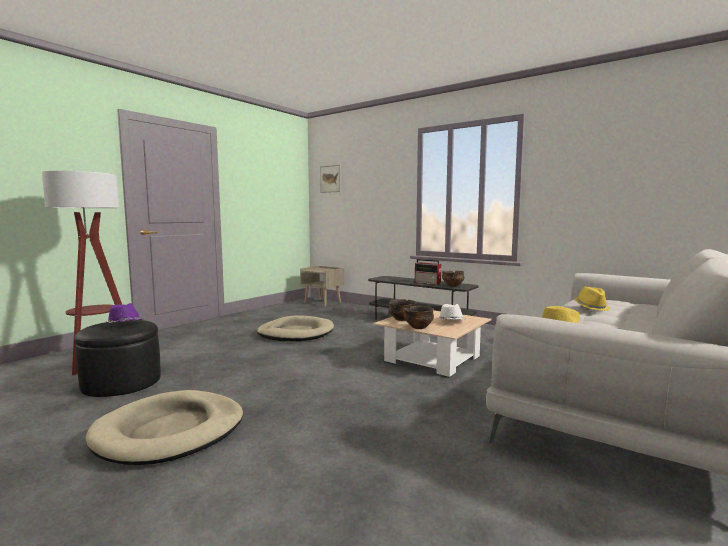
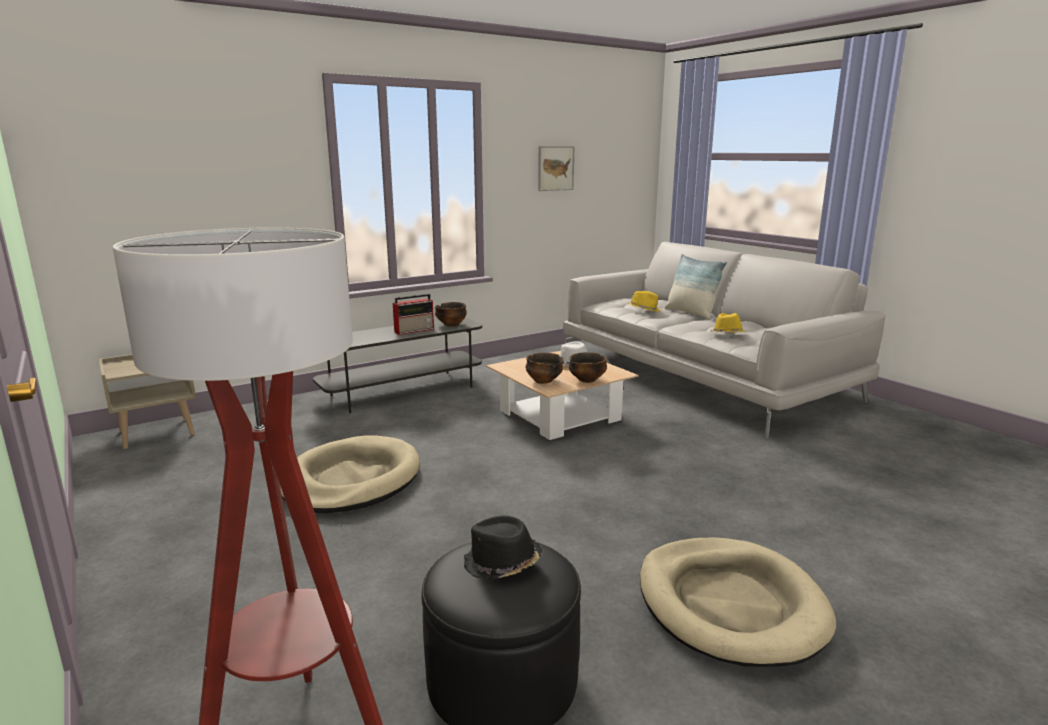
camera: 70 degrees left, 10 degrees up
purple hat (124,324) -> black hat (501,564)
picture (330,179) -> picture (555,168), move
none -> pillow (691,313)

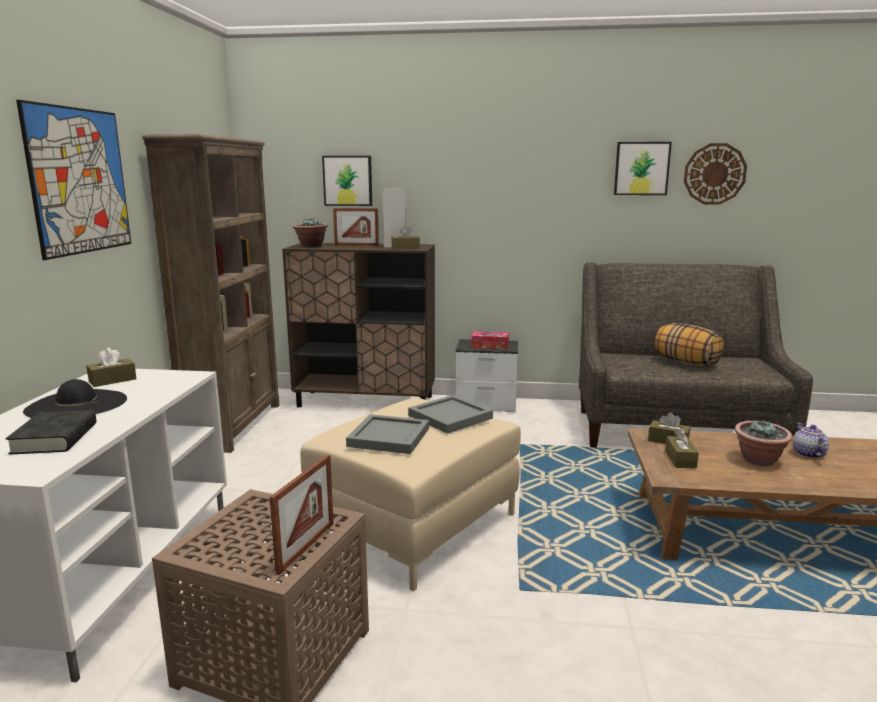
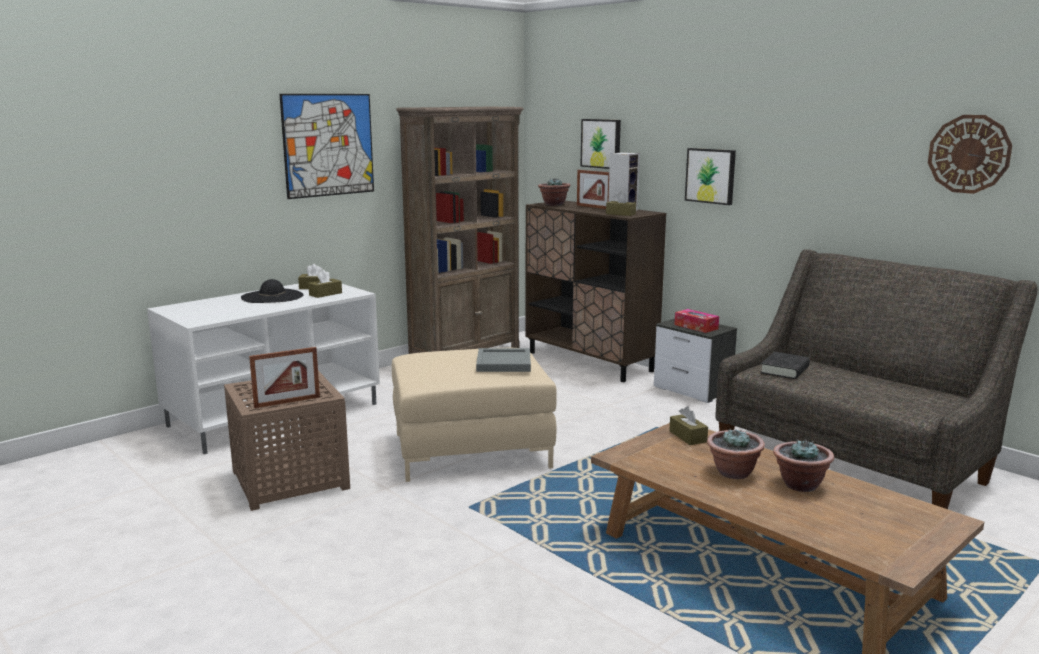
camera: 40 degrees right, 0 degrees up
black book (55,438) -> black book (785,370), move
grey tray (388,436) -> none
picture (641,168) -> picture (711,176), move
pillow (685,363) -> none
brown tissue box (680,459) -> brown tissue box (325,294), move
teapot (807,454) -> potted plant (800,485)

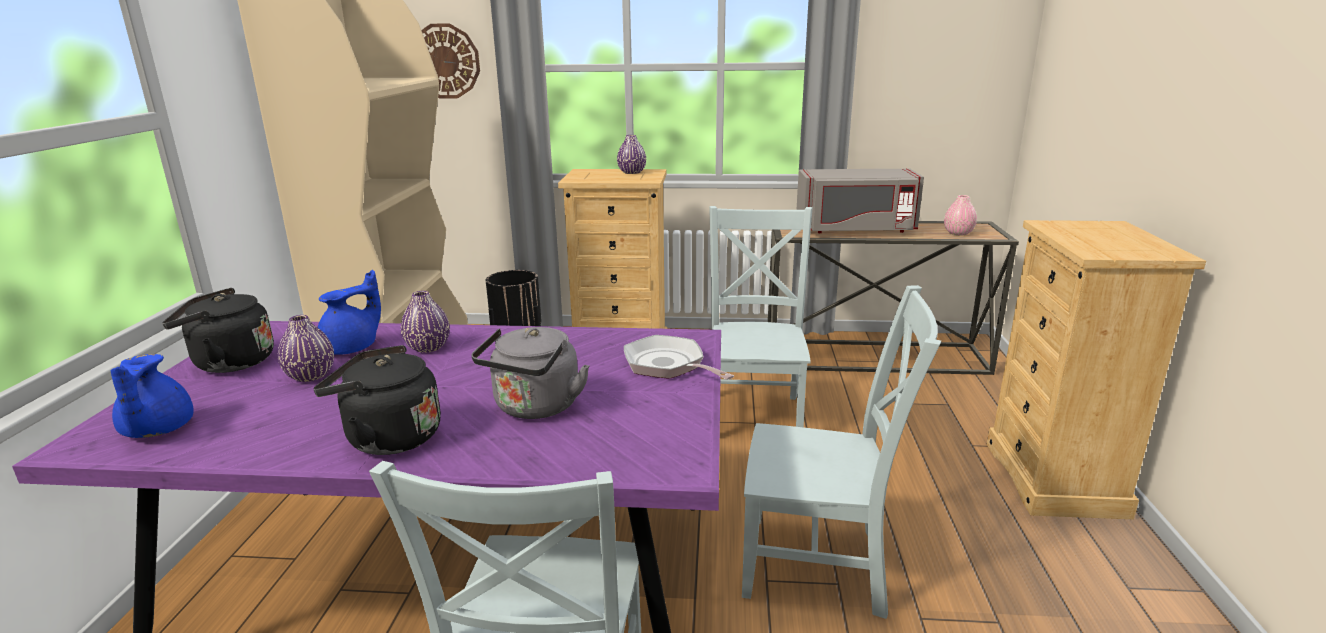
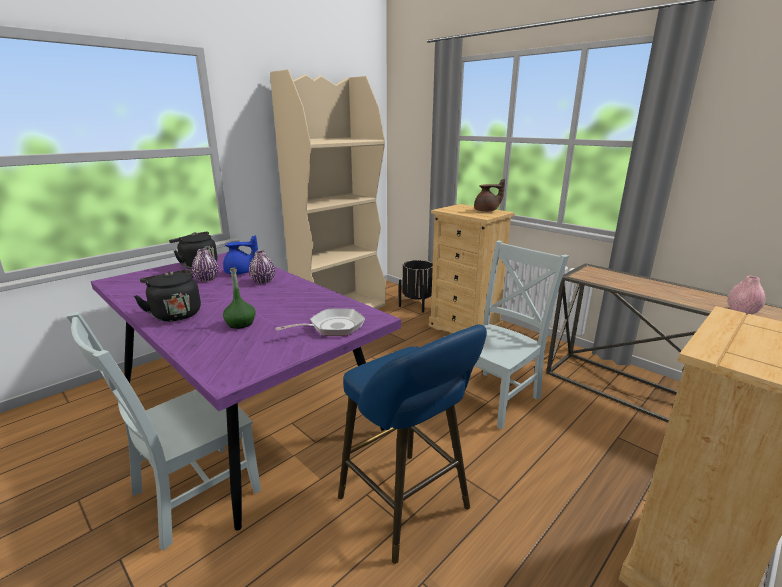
camera: 40 degrees right, 0 degrees up
blue teapot (156,430) -> none
wall clock (445,61) -> none
grey kettle (535,408) -> green bottle (240,323)
purple vase (632,172) -> brown teapot (487,211)
frying pan (668,365) -> frying pan (332,327), 60 degrees clockwise
grey chair (822,565) -> blue stool (408,507)
grey microwave (855,229) -> none

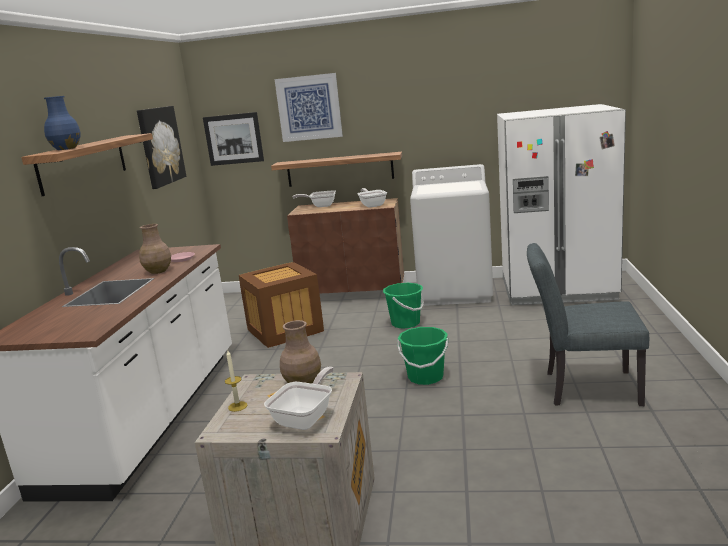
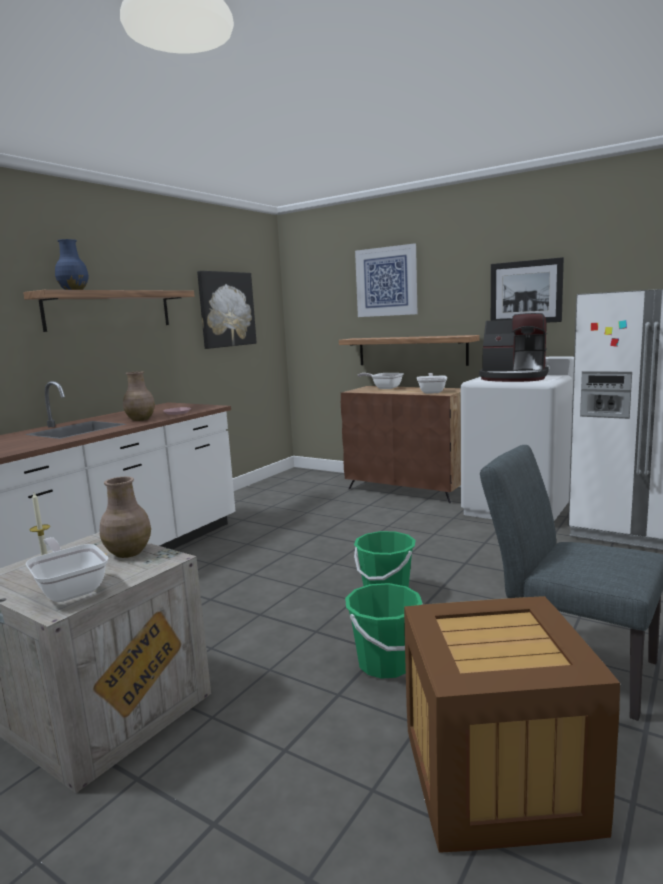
camera: 25 degrees right, 5 degrees down
picture (233,139) -> picture (525,292), move
crate (285,330) -> crate (496,779), move
frying pan (306,418) -> frying pan (70,589), 90 degrees counterclockwise
green bucket (405,323) -> green bucket (385,664), move
none -> coffee machine (514,378)

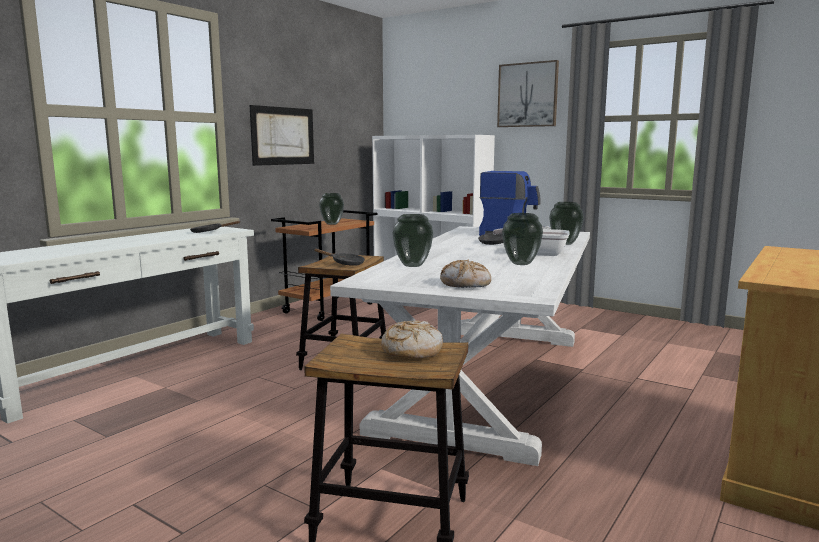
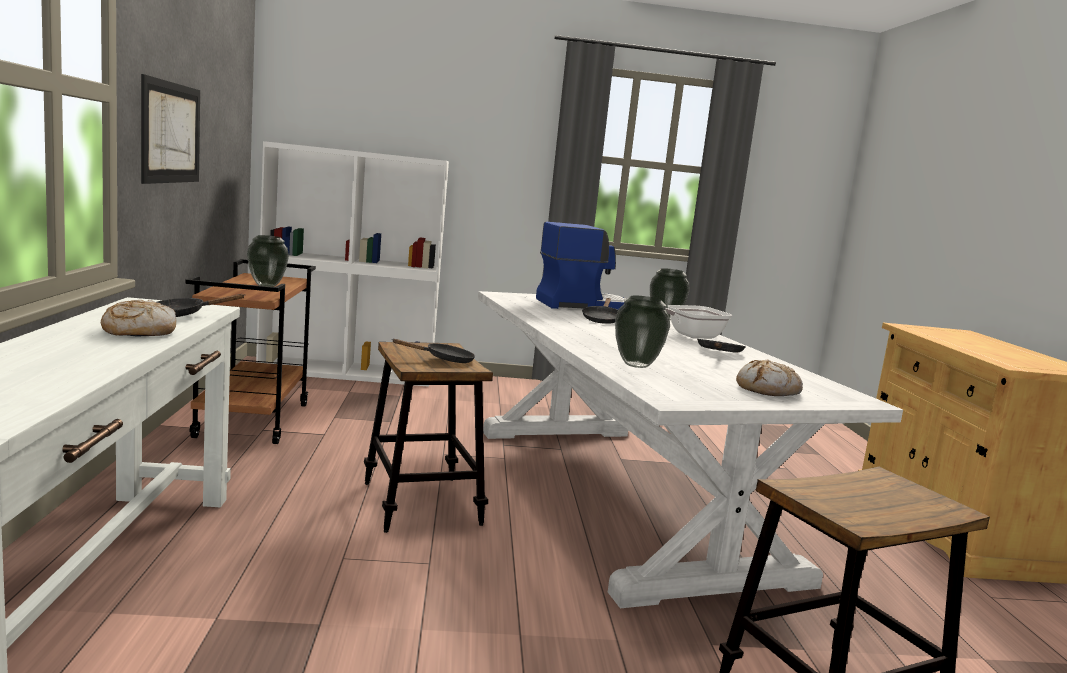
camera: 40 degrees left, 0 degrees up
bread (411,350) -> bread (138,331), move
picture (527,95) -> none
vase (521,263) -> black frying pan (719,353)

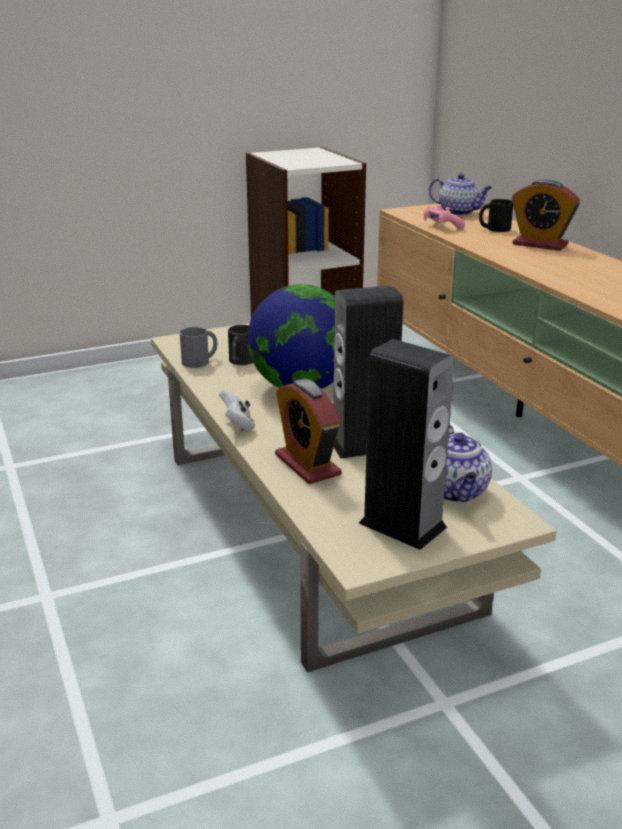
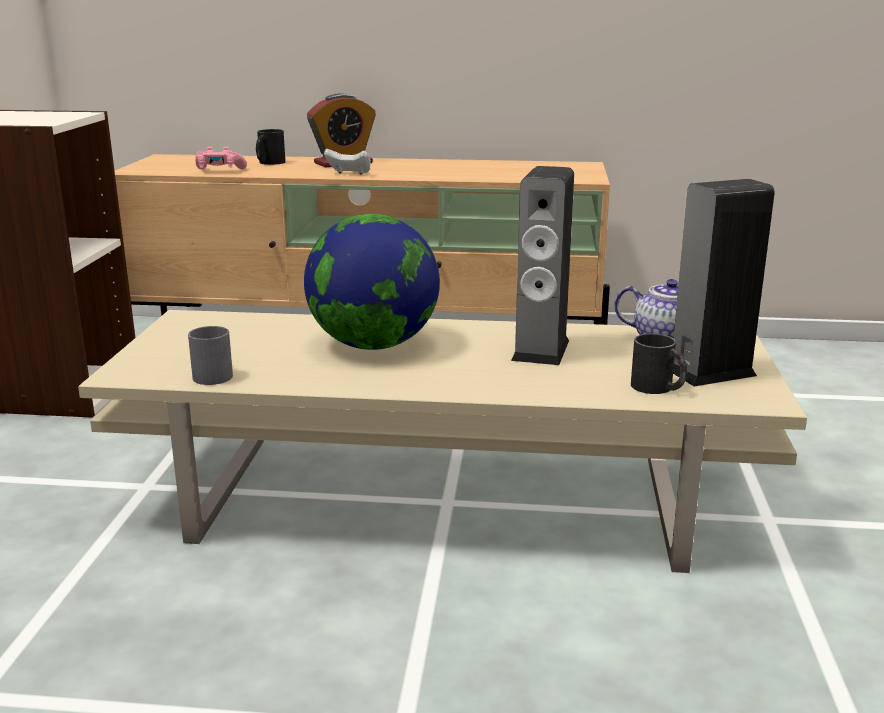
camera: 60 degrees left, 5 degrees down
white game controller (238,425) -> white game controller (349,174), move
black mug (240,362) -> black mug (658,388), move
alarm clock (307,465) -> none
teapot (459,212) -> none

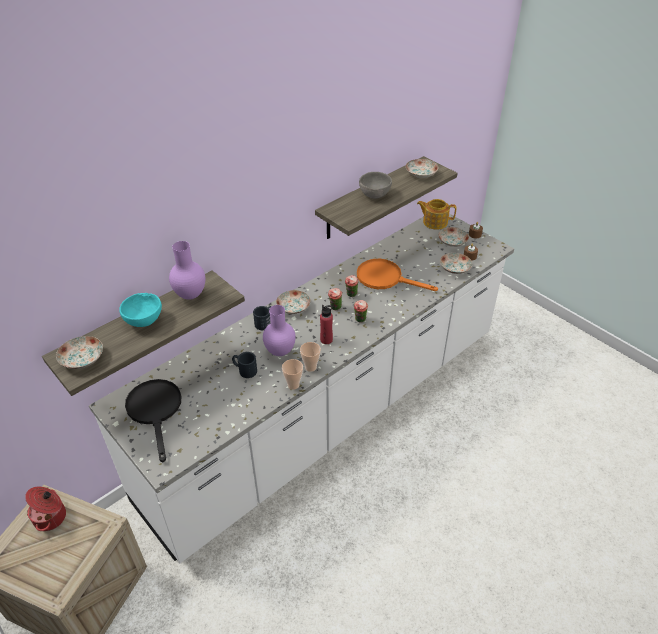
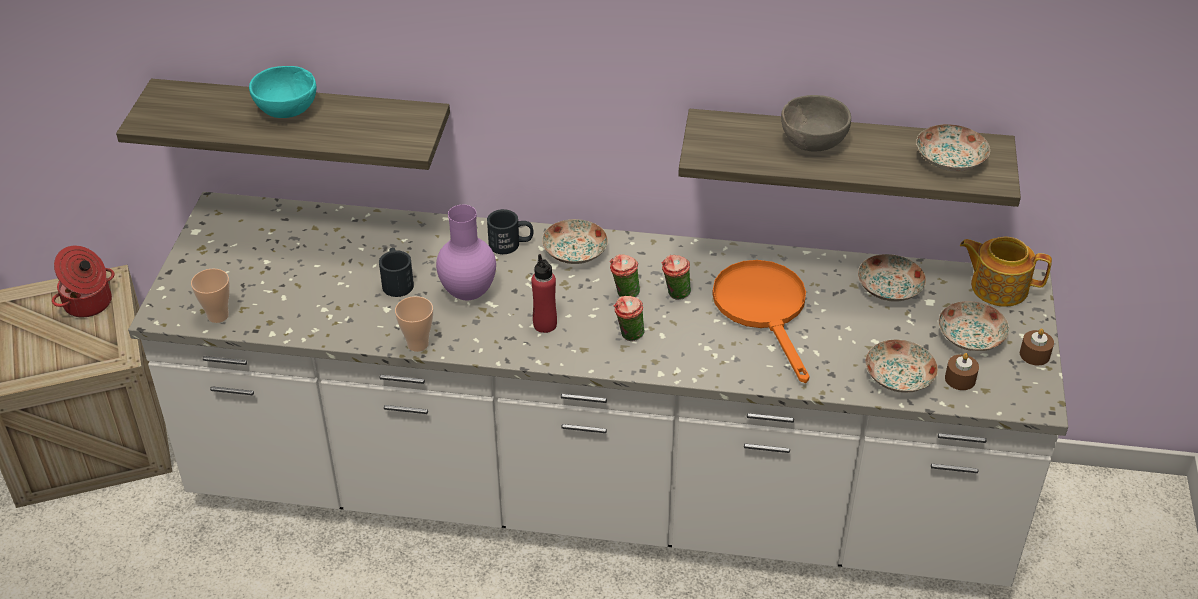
camera: 50 degrees right, 0 degrees up
plate (82,359) -> plate (888,289), move
black frying pan (156,411) -> none
purple vase (191,295) -> none
cup (310,367) -> cup (218,315), move
teapot (434,222) -> teapot (998,286), 45 degrees counterclockwise

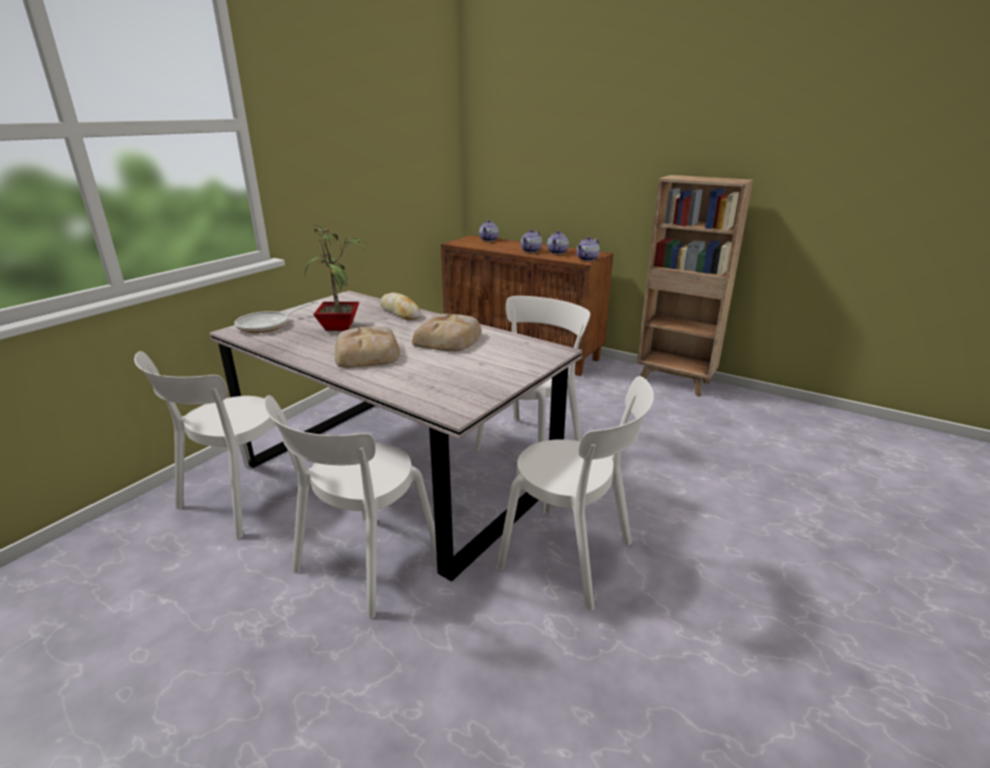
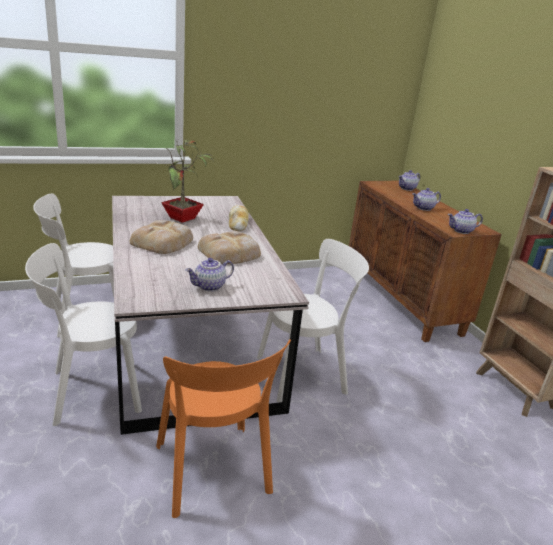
camera: 35 degrees right, 0 degrees up
frying pan (268,325) -> none
white chair (572,557) -> orange chair (213,473)
teapot (557,252) -> teapot (209,287), move

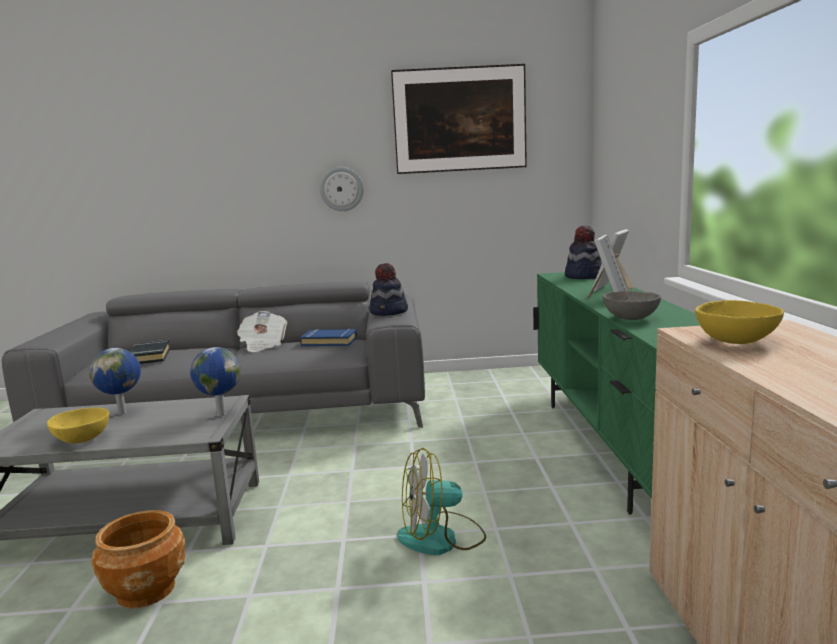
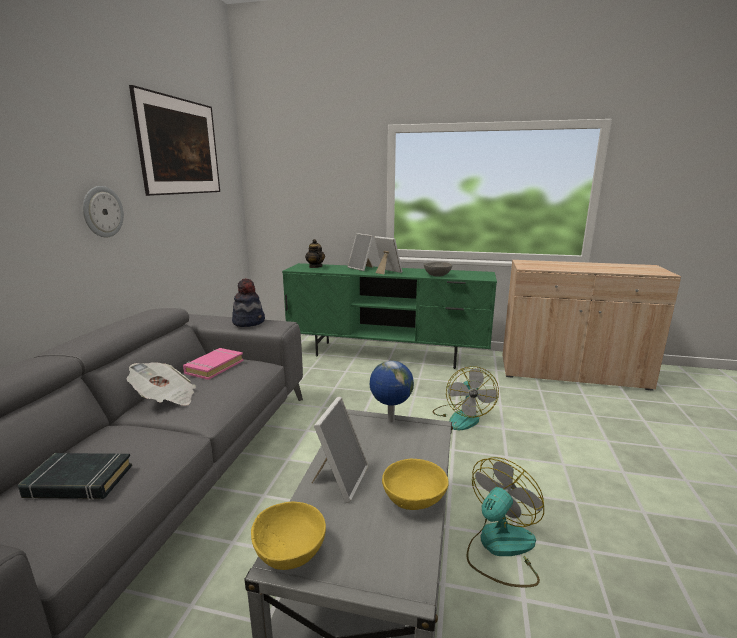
camera: 75 degrees left, 5 degrees up
globe (123,413) -> picture frame (340,480)
brown planter (146,590) -> fan (500,548)
blue book (329,342) -> pink book (214,367)
hat (583,276) -> teapot (315,267)
yellow bowl (735,342) -> yellow bowl (290,554), move

